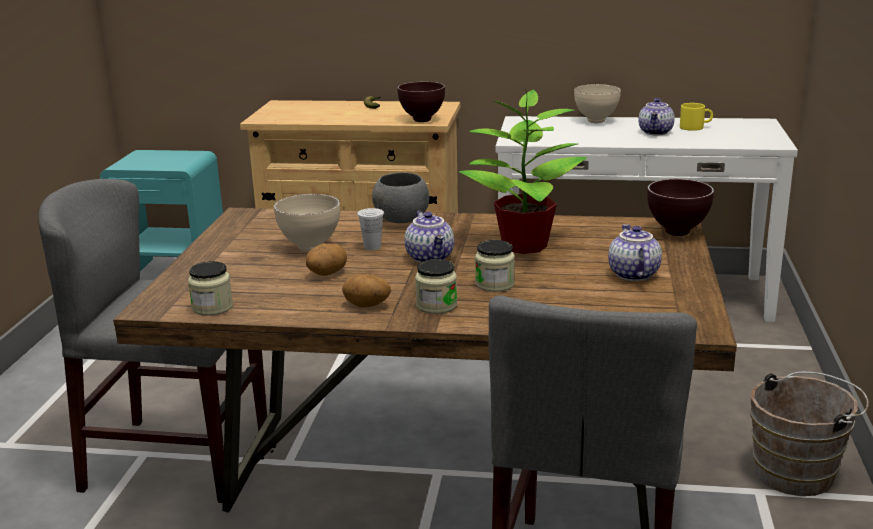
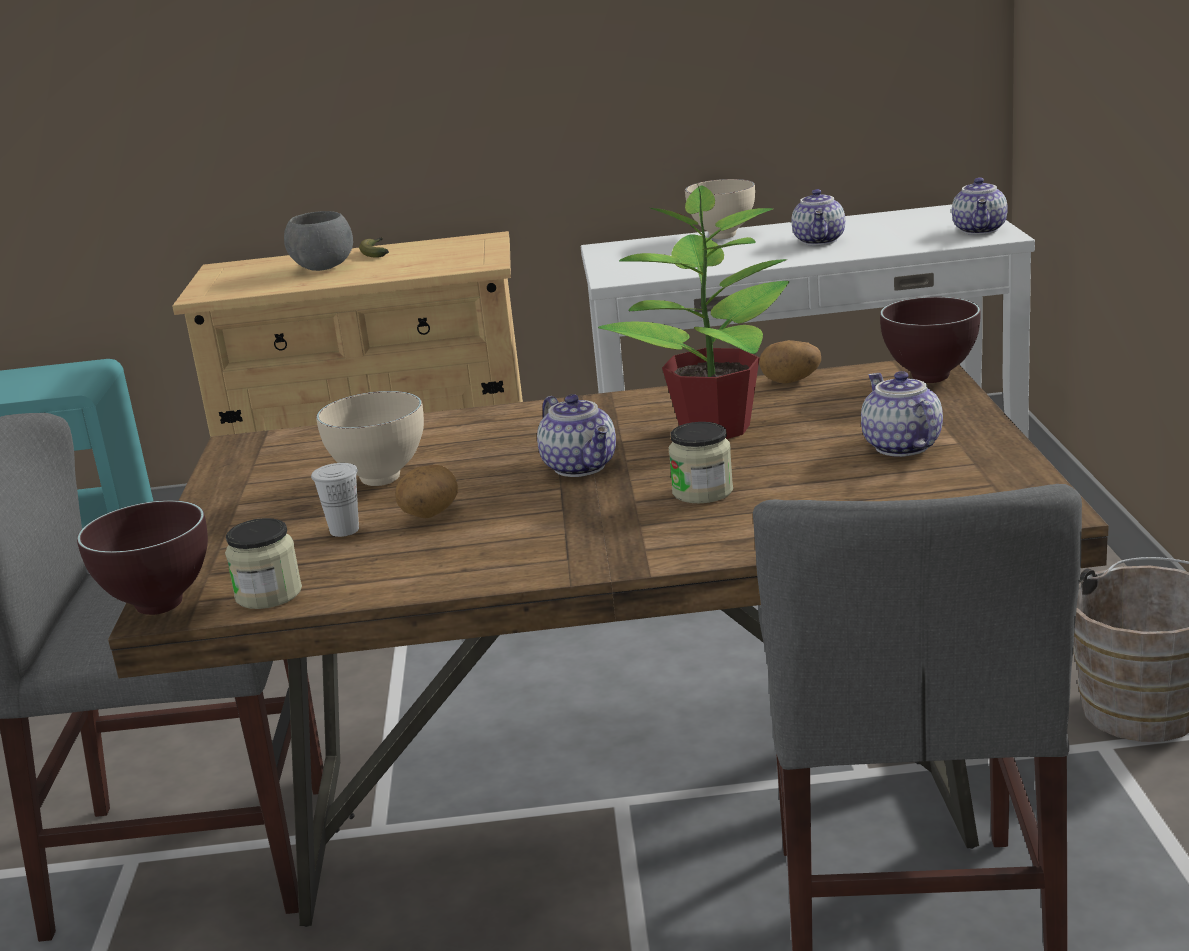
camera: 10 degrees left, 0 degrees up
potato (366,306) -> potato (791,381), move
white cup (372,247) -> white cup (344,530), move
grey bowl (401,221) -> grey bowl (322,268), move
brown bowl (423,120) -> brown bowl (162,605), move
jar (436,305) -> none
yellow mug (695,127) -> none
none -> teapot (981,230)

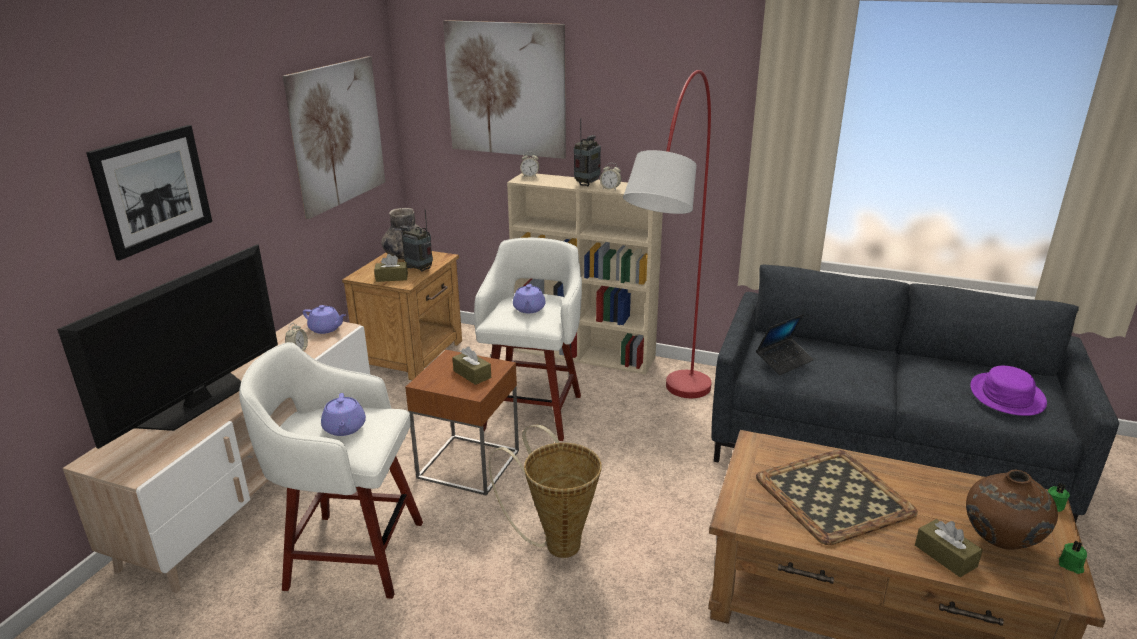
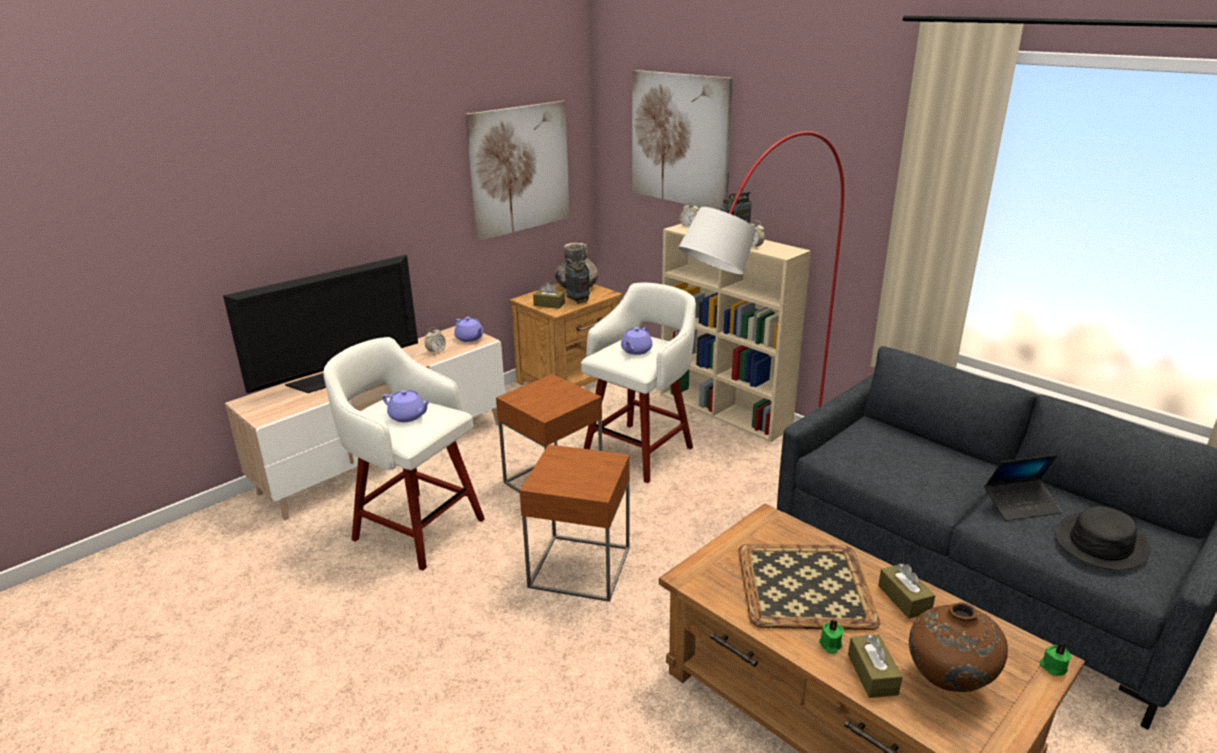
camera: 25 degrees right, 0 degrees up
picture (153,190) -> none
purple teapot (344,428) -> purple teapot (408,416), 75 degrees counterclockwise
brown tissue box (472,374) -> brown tissue box (904,599), move
basket (556,542) -> brown side table (580,567)
laptop (784,361) -> laptop (1021,505), move
purple hat (1006,395) -> black hat (1100,542)
green candle (1071,565) -> green candle (830,645), move

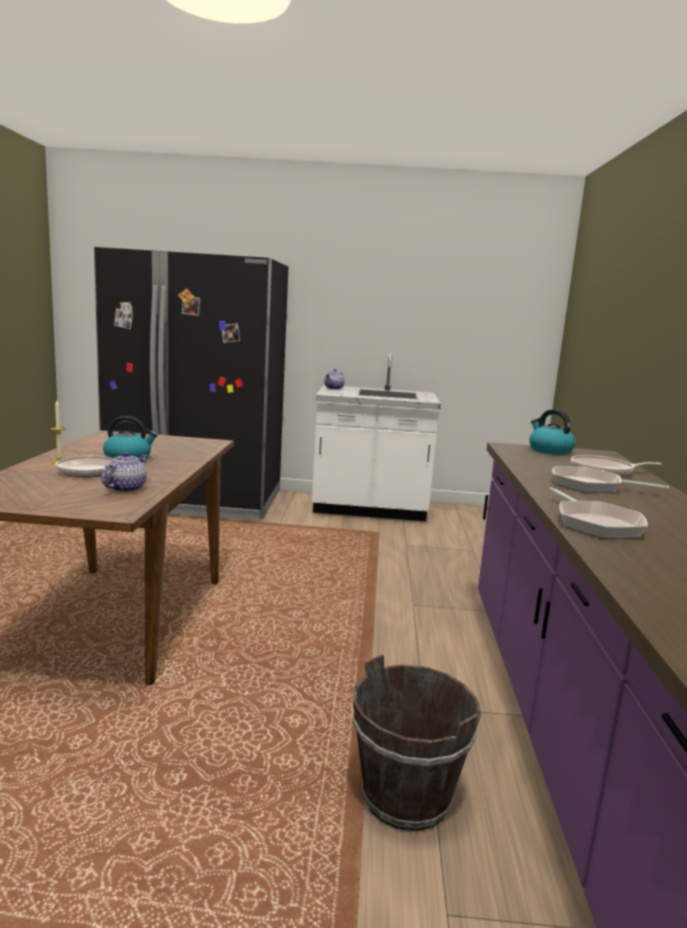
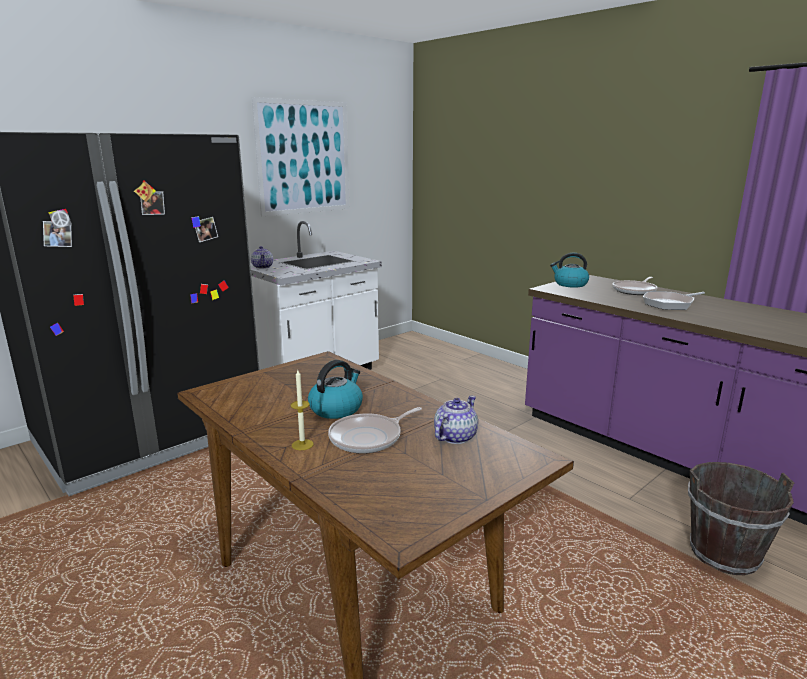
camera: 45 degrees left, 5 degrees up
teapot (125,488) -> teapot (454,437), 60 degrees clockwise
frying pan (595,524) -> none
none -> picture (304,157)

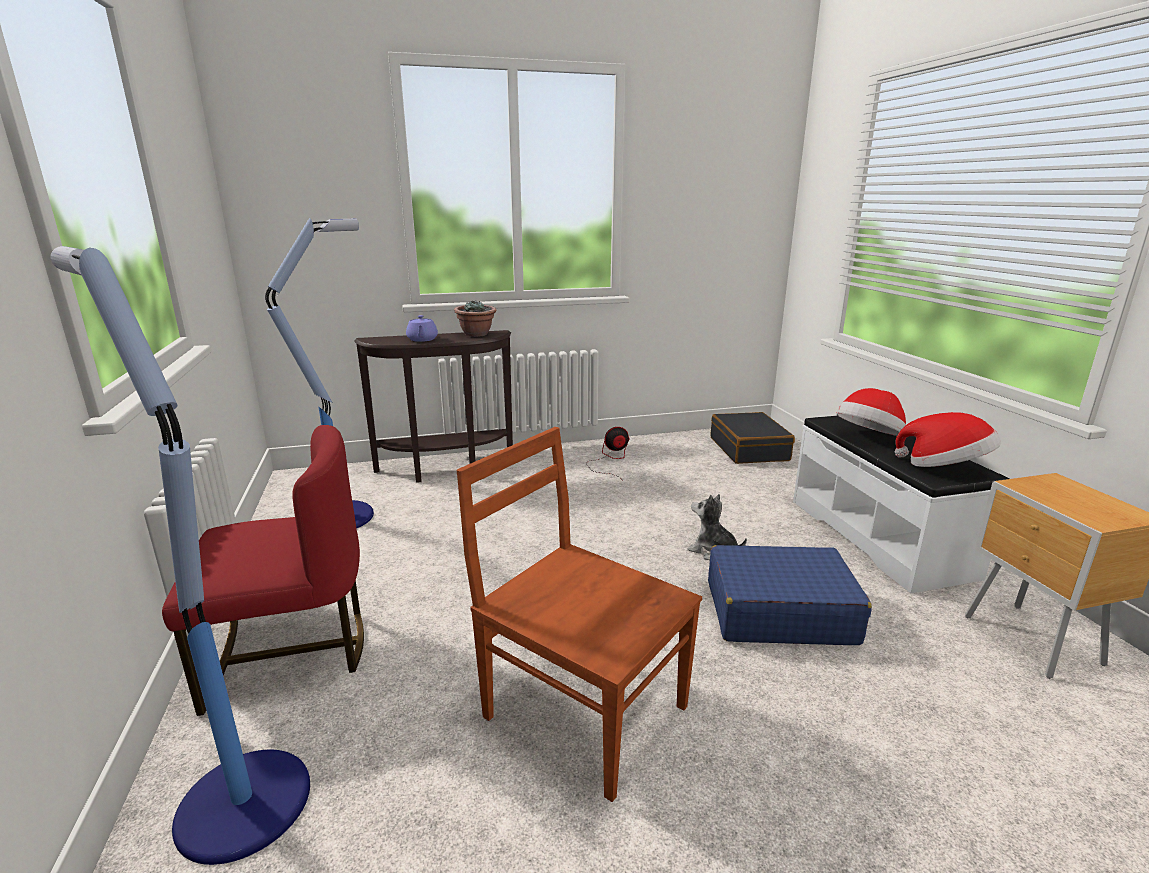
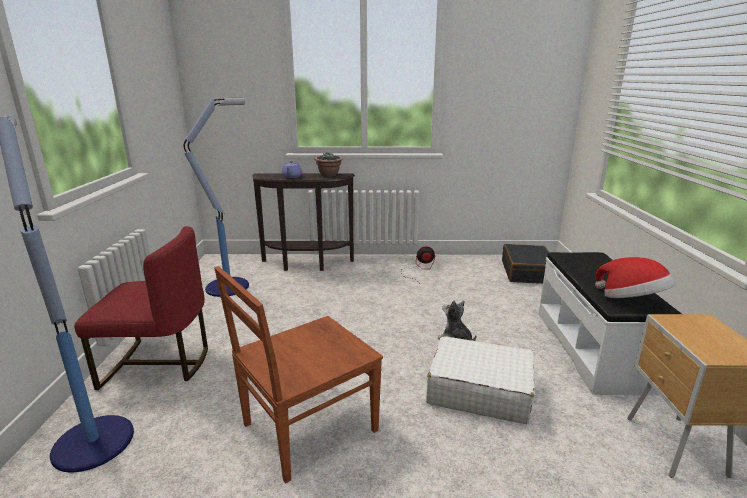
camera: 15 degrees right, 0 degrees up
brown chair (581,708) -> brown chair (307,429), 90 degrees counterclockwise
blue suitcase (778,612) -> white suitcase (479,390)
hat (869,438) -> none

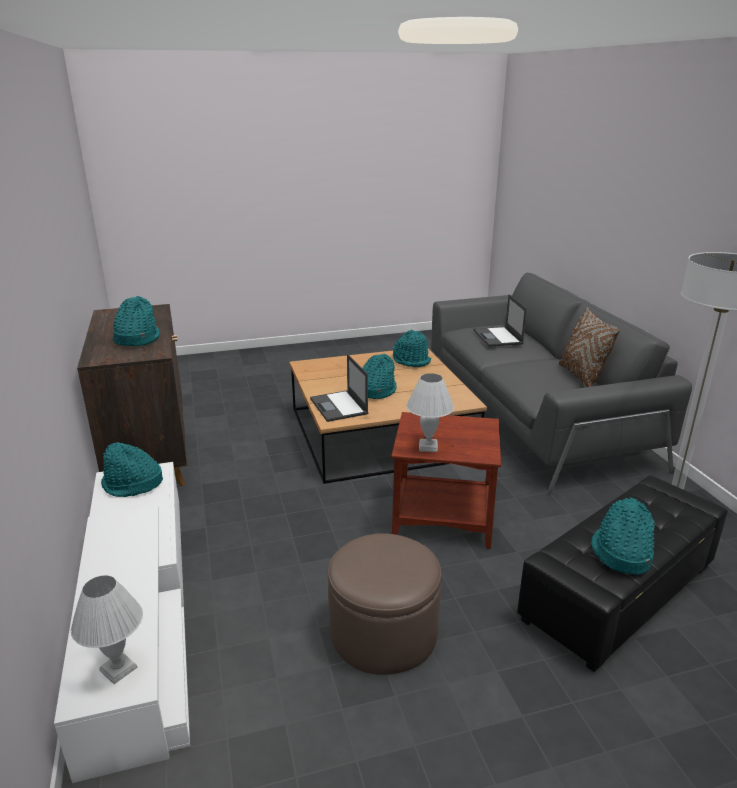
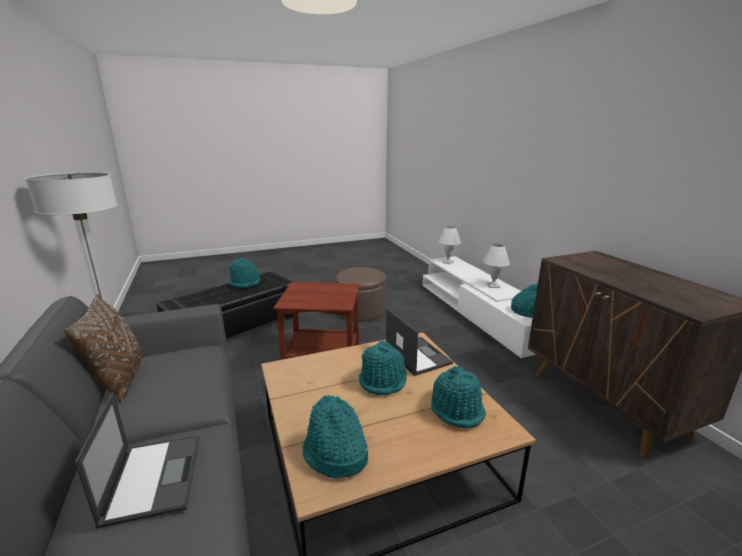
camera: 175 degrees right, 5 degrees down
turquoise hat (136,339) -> turquoise hat (457,409), move
white table lamp (427,447) -> white table lamp (493,285), move

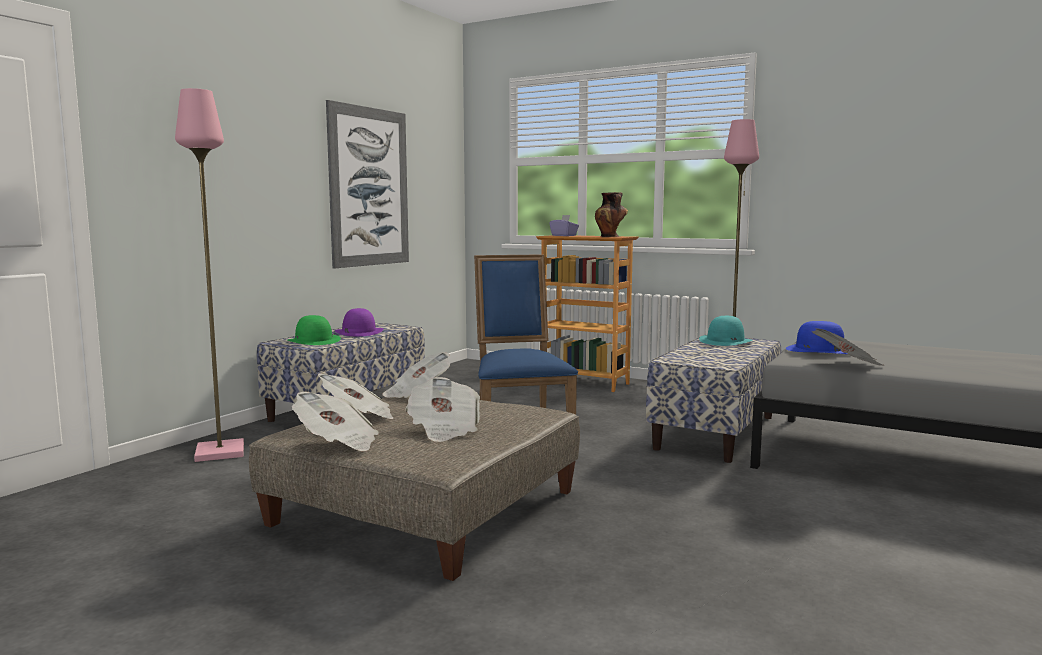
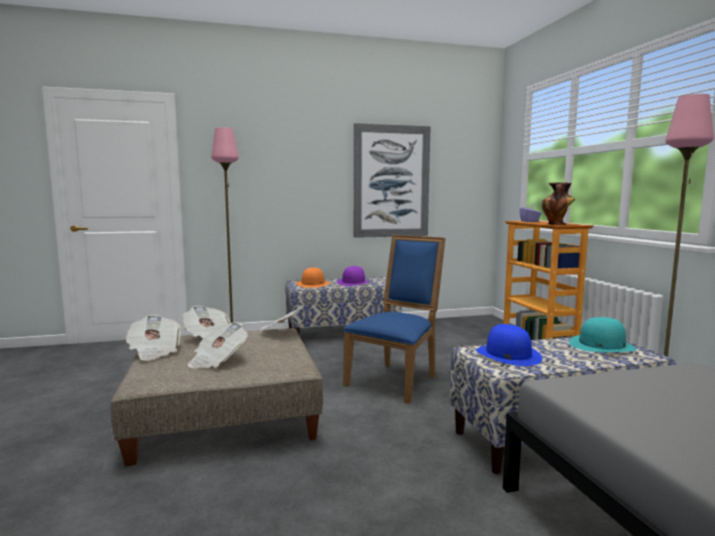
camera: 45 degrees right, 0 degrees up
green hat (314,340) -> orange hat (313,284)
blue hat (819,350) -> blue hat (508,354), move
newspaper (847,365) -> none

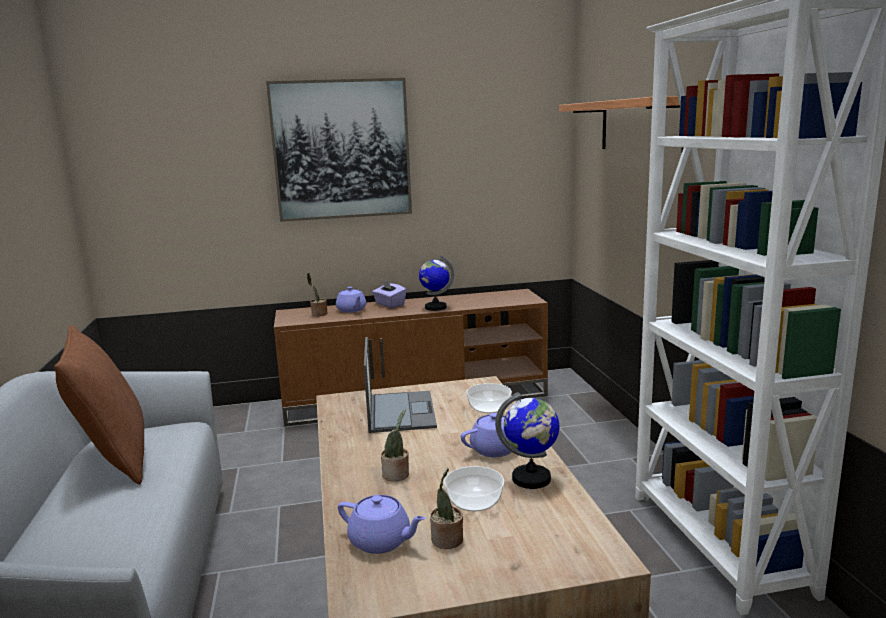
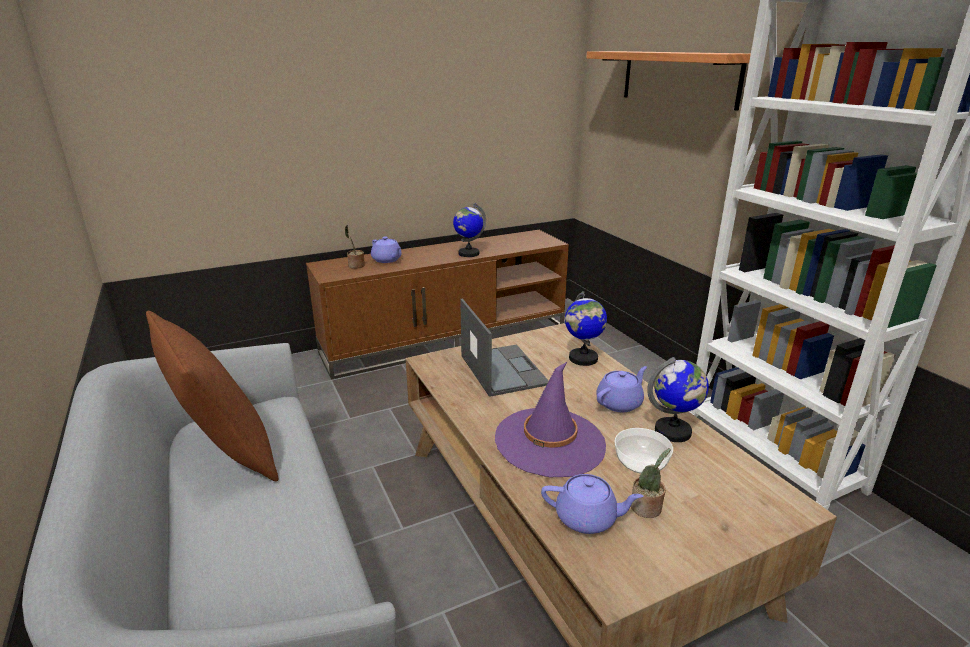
camera: 15 degrees left, 10 degrees up
picture (341,150) -> none
purple tissue box (389,304) -> none
potted plant (397,475) -> purple hat (550,442)
bowl (489,408) -> globe (583,358)

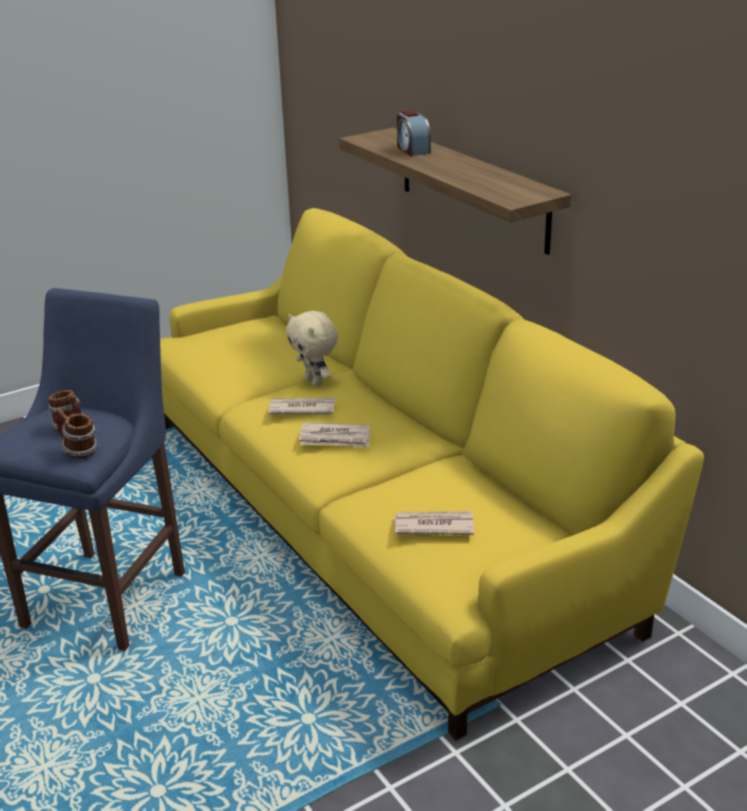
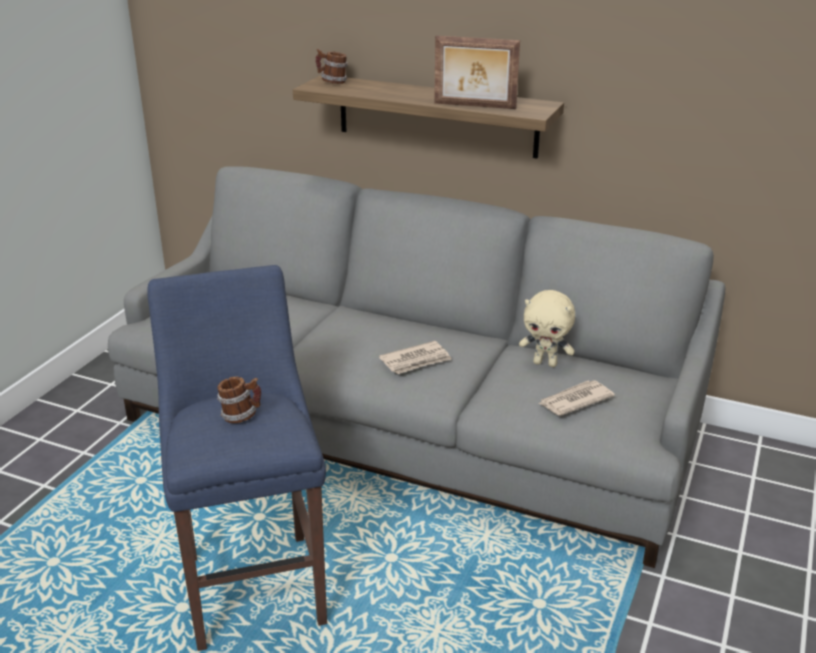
camera: 35 degrees left, 0 degrees up
mug (78,451) -> mug (332,82), move
yellow sofa (377,513) -> grey sofa (409,426)
newspaper (301,409) -> none
beige plush toy (315,382) -> beige plush toy (545,363), move
alarm clock (412,150) -> none
none -> picture frame (474,106)

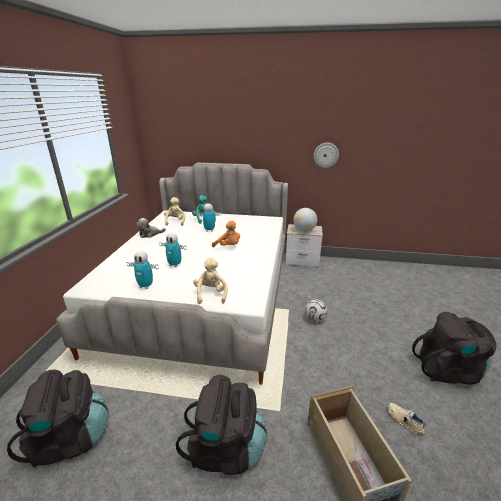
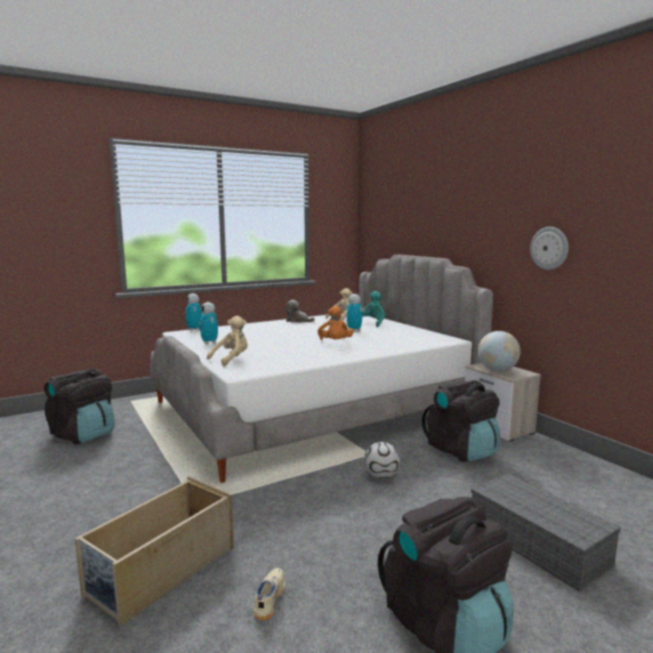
camera: 50 degrees right, 15 degrees down
toy robot (175,265) -> toy robot (194,329), move
black backpack (225,449) -> black backpack (461,450), move
none -> grey storage box (540,544)

